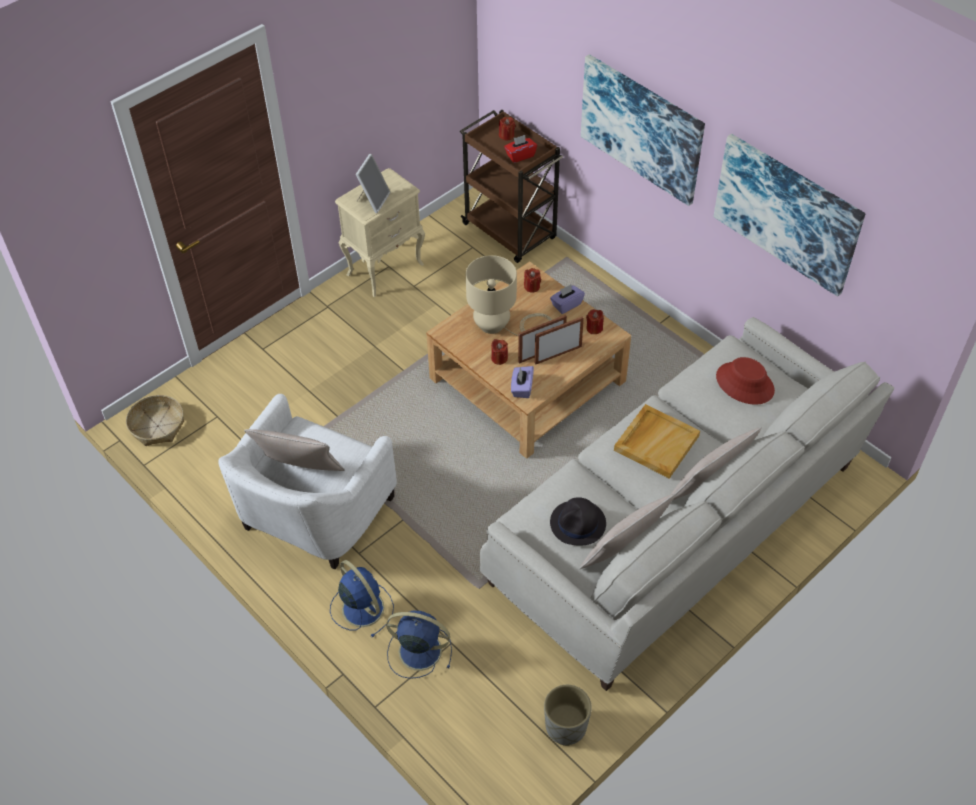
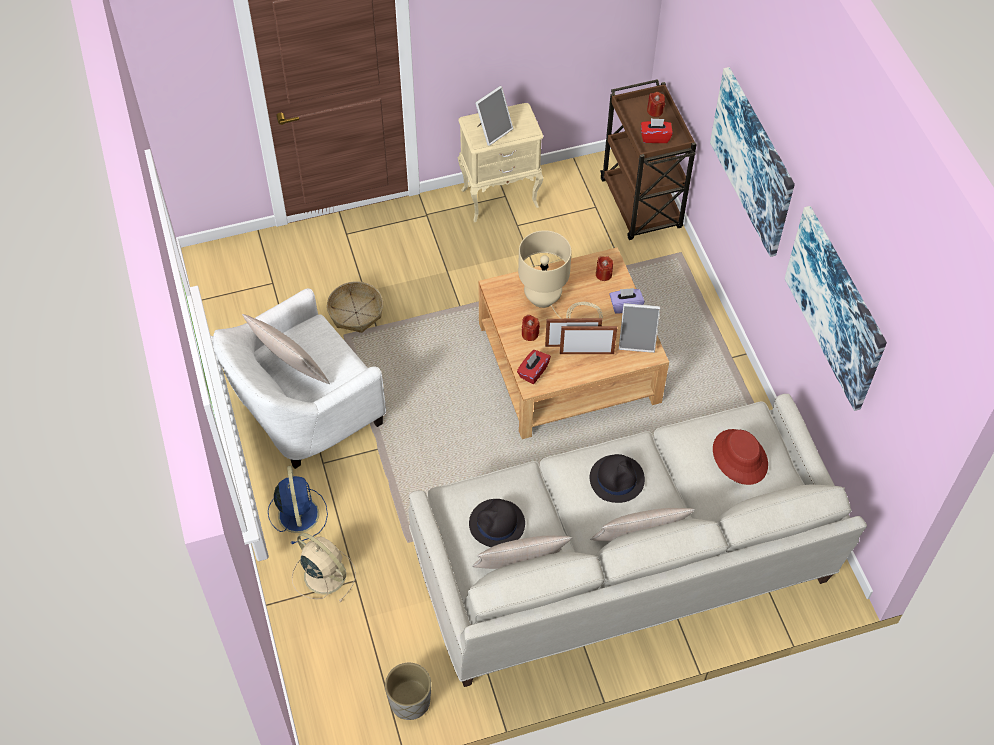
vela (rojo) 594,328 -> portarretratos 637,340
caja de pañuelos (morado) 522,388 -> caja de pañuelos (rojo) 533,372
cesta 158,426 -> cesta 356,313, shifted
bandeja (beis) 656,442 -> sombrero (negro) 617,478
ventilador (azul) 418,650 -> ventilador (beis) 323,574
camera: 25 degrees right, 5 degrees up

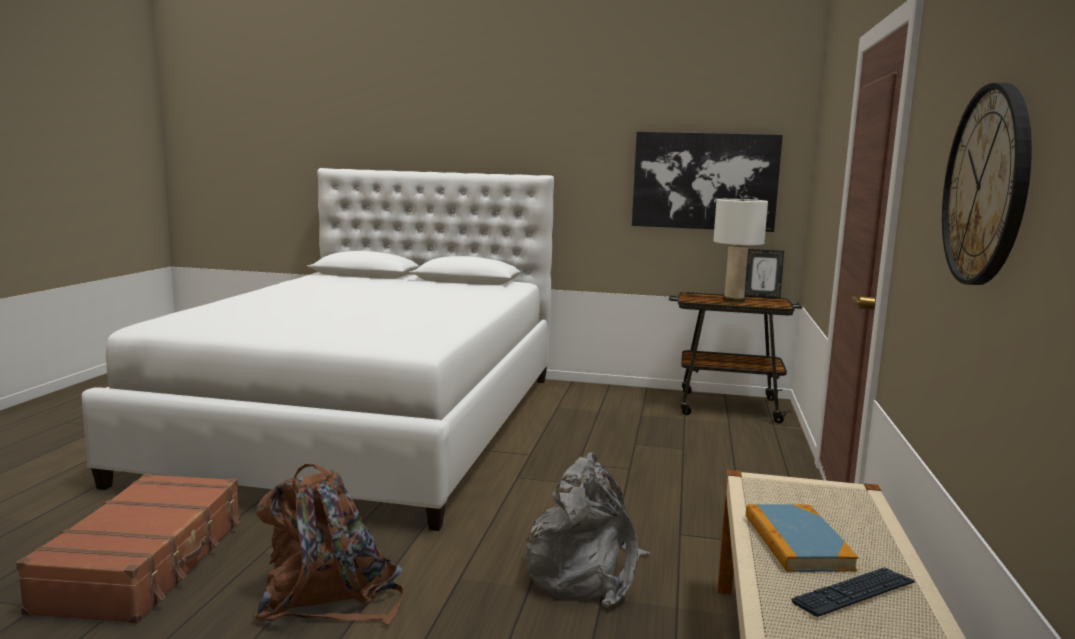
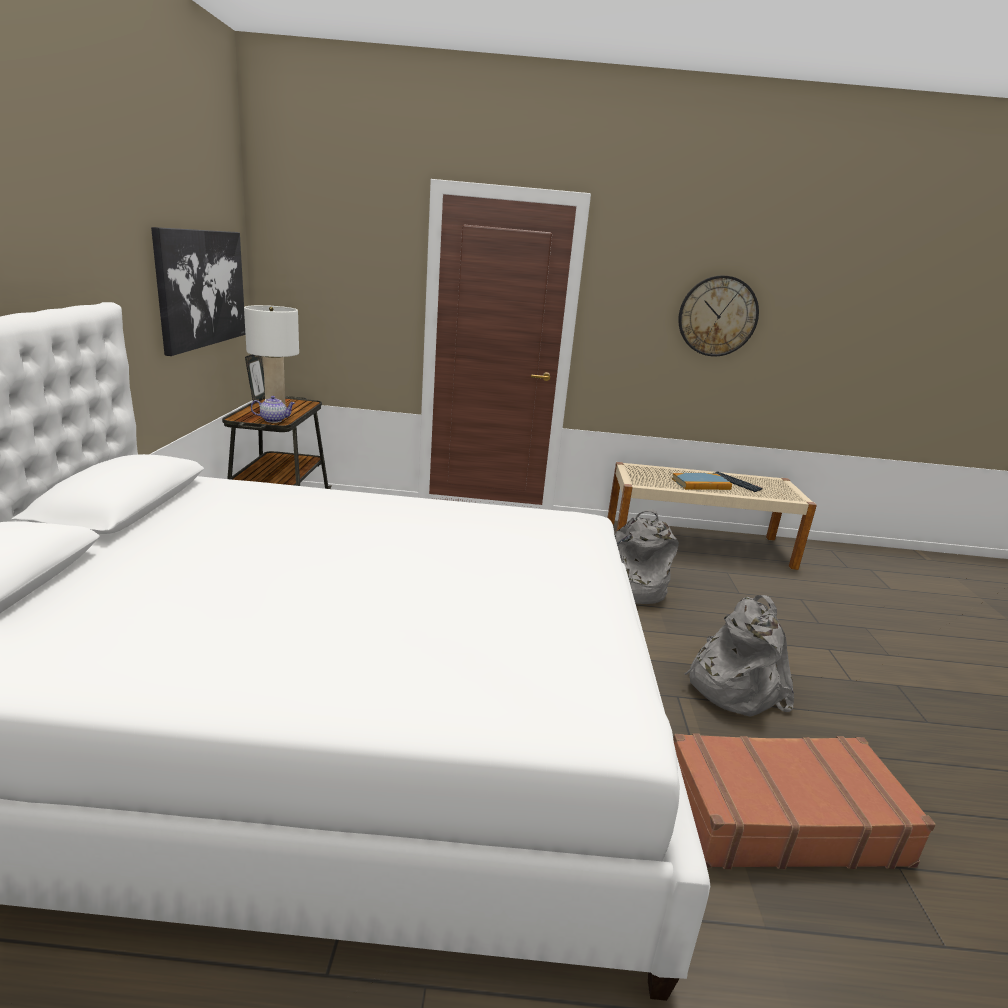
mochila (marrón) 329,596 -> mochila (gris) 732,685
none -> tetera 274,420
camera: 100 degrees left, 10 degrees up

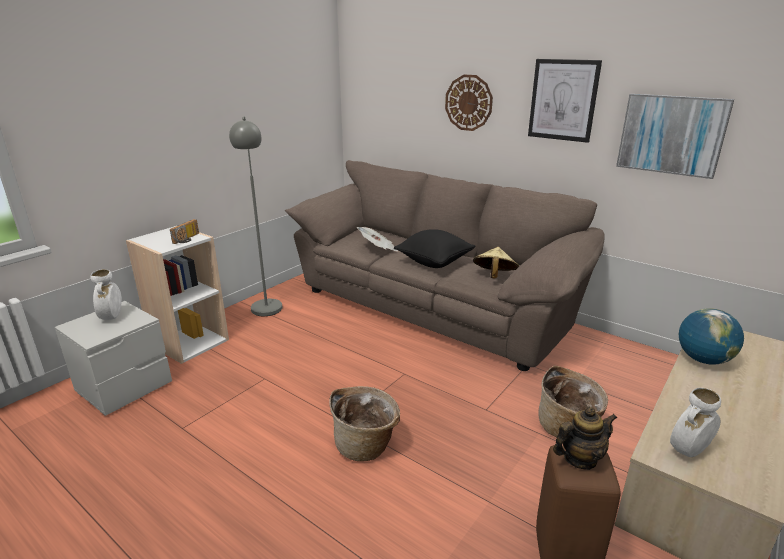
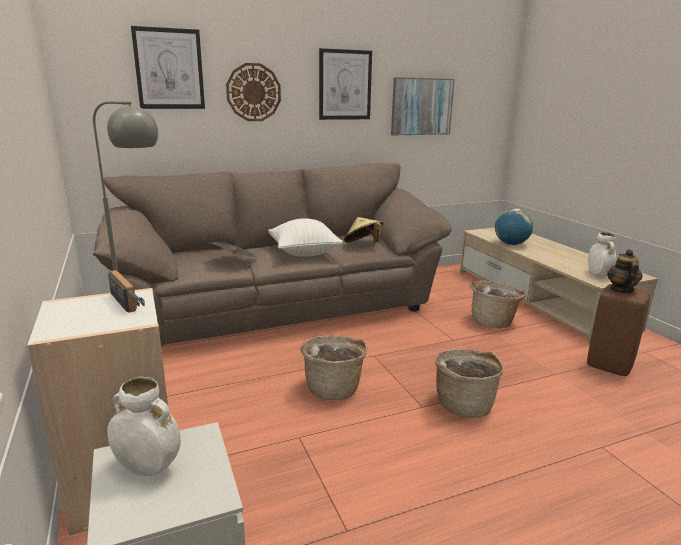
cojín (negro) 434,262 -> cojín (blanco) 304,253
none -> cuadro 169,69
none -> cesta 334,388
camera: 60 degrees left, 5 degrees down

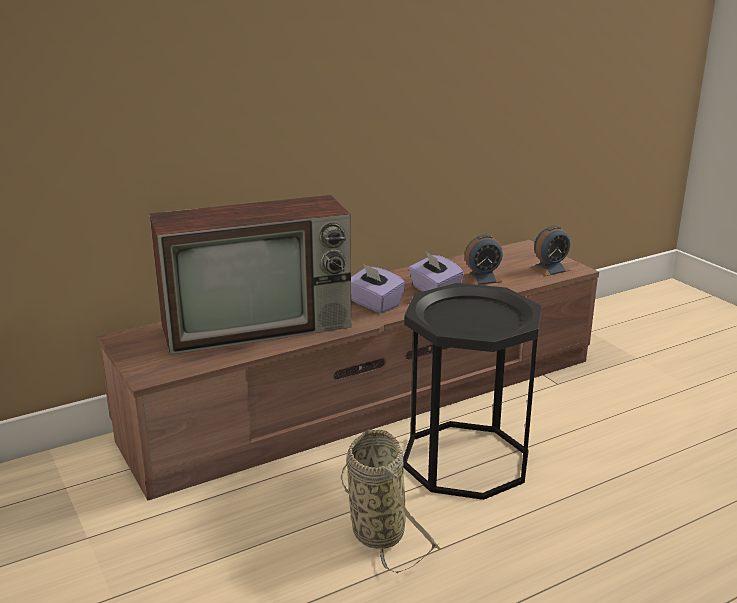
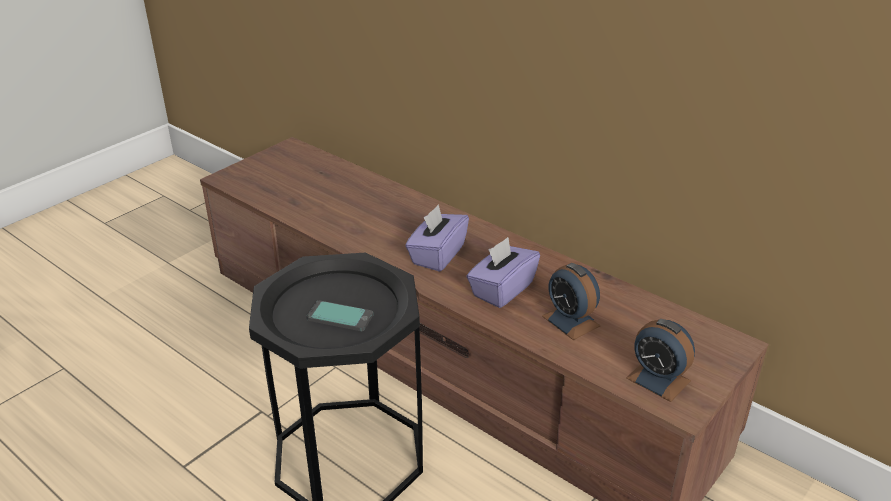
televisor 260,326 -> none
cesta 376,529 -> none
none -> móvil 340,317
camera: 70 degrees right, 10 degrees up

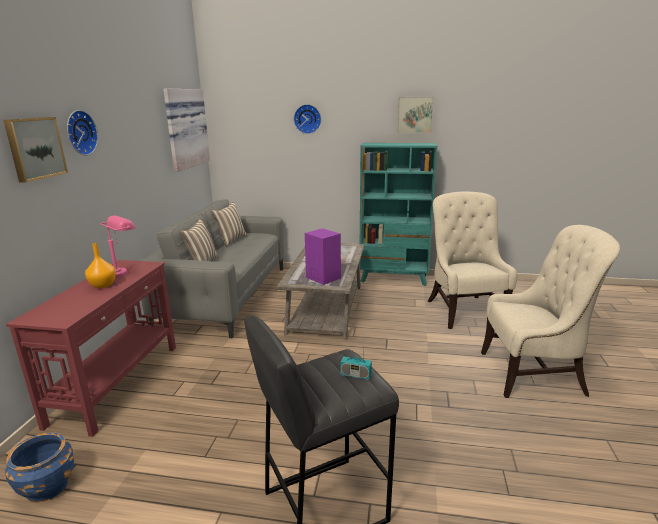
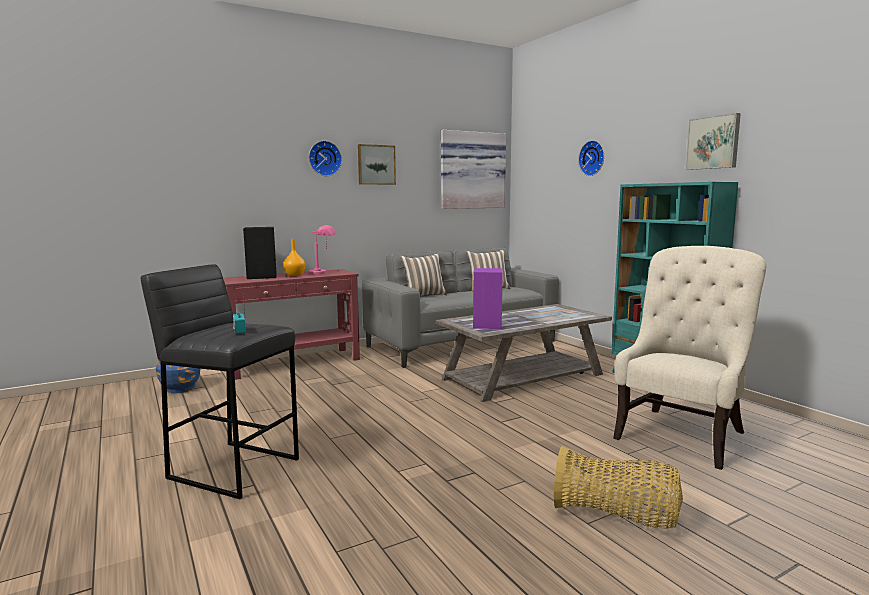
cuadro 35,148 -> cuadro 376,165, shifted
sillón (beis) 533,373 -> cesta 616,516
none -> altavoz (negro) 263,276
camera: 50 degrees right, 10 degrees down

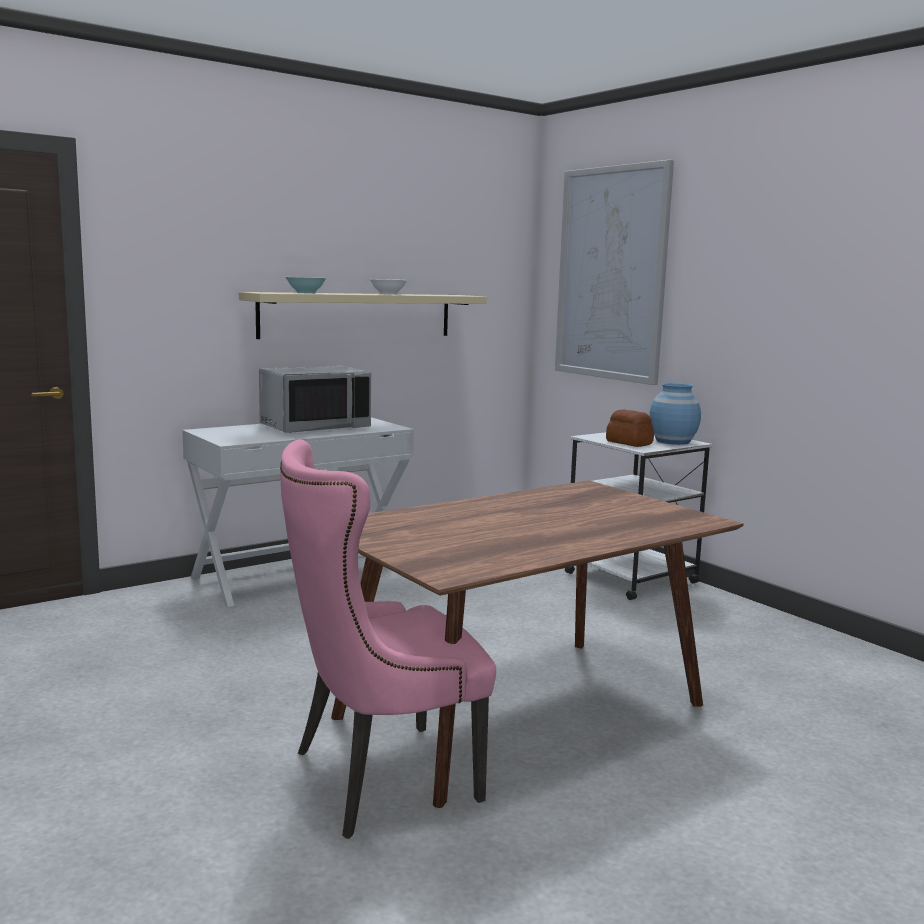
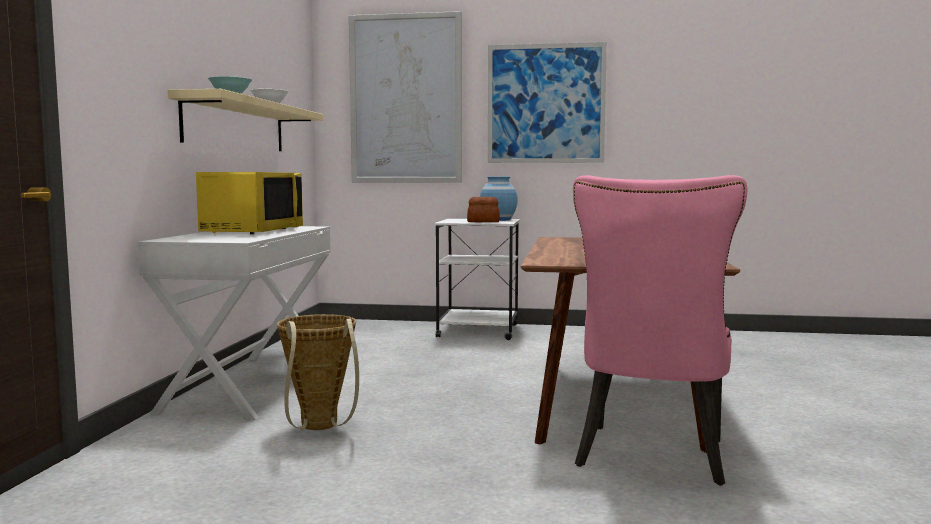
microondas (gris) 314,427 -> microondas (amarillo) 251,231
none -> cuadro 546,103
none -> cesta 319,428
camera: 45 degrees left, 5 degrees down

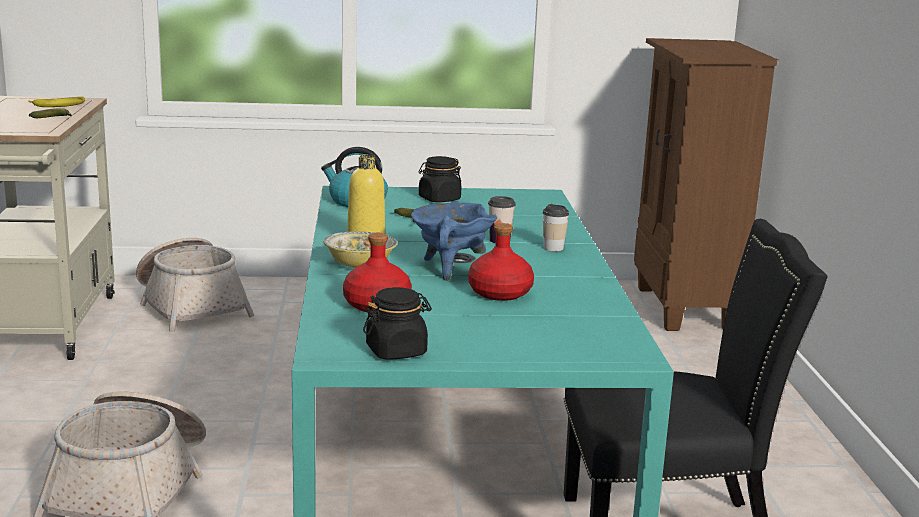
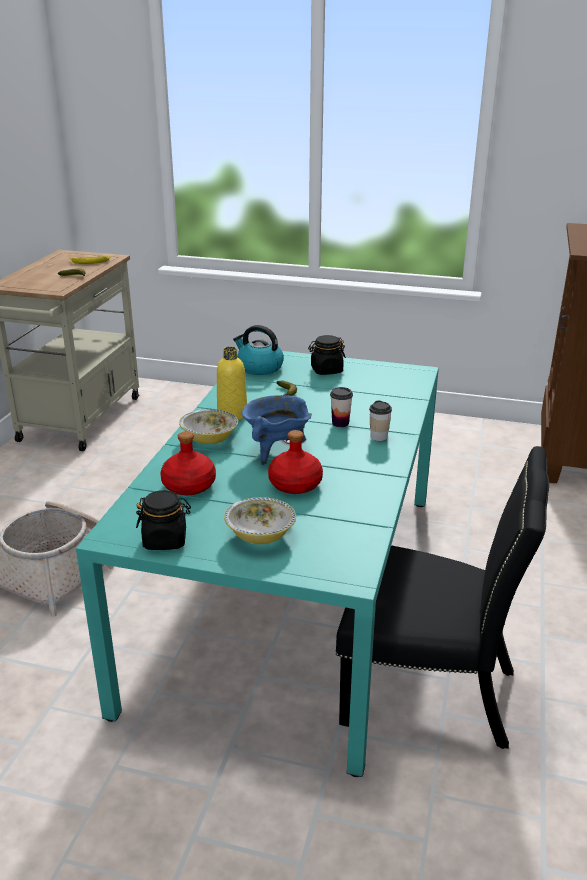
cesta 191,306 -> none
none -> cuenco 260,535
camera: 20 degrees right, 10 degrees up

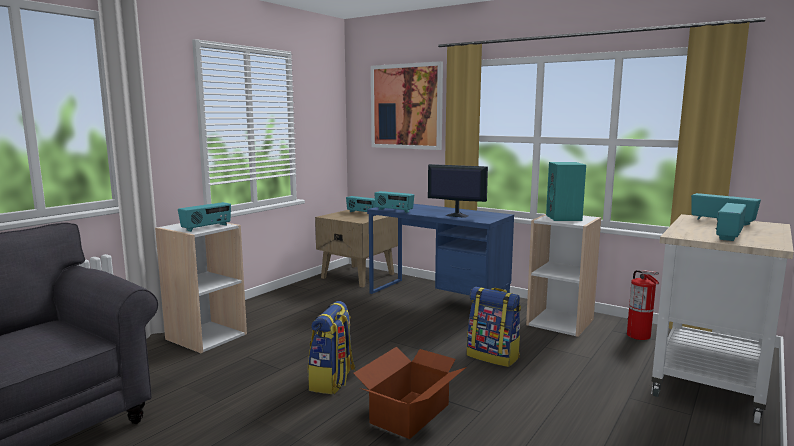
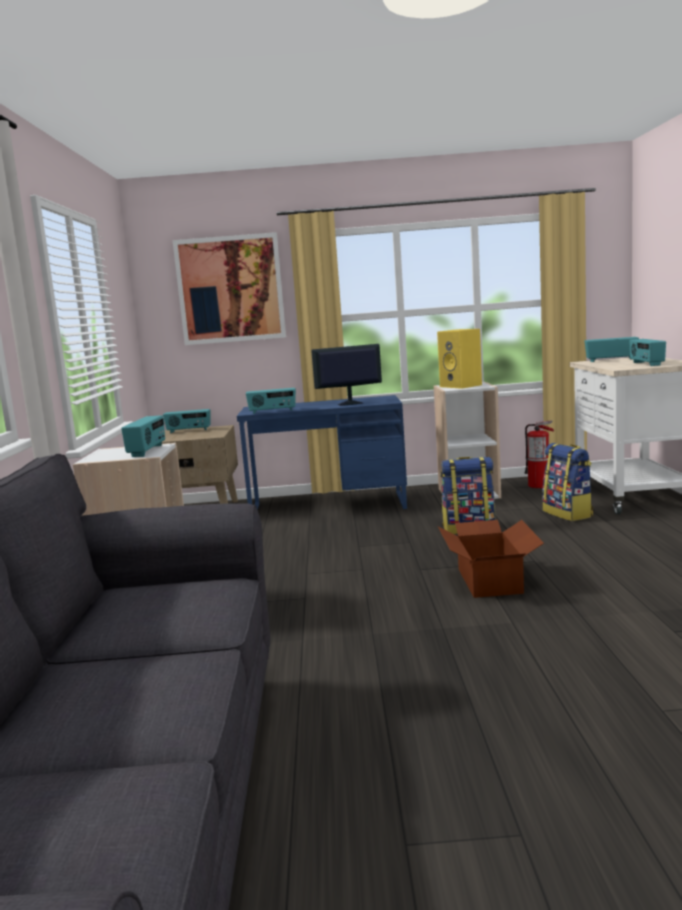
altavoz (turquesa) 564,218 -> altavoz (amarillo) 462,386
mochila 332,381 -> mochila 568,514, shifted
camera: 35 degrees left, 0 degrees up

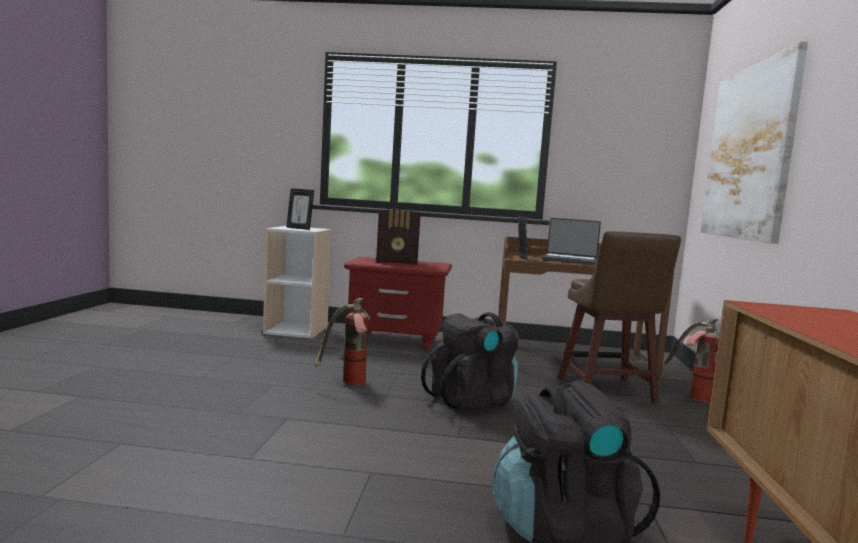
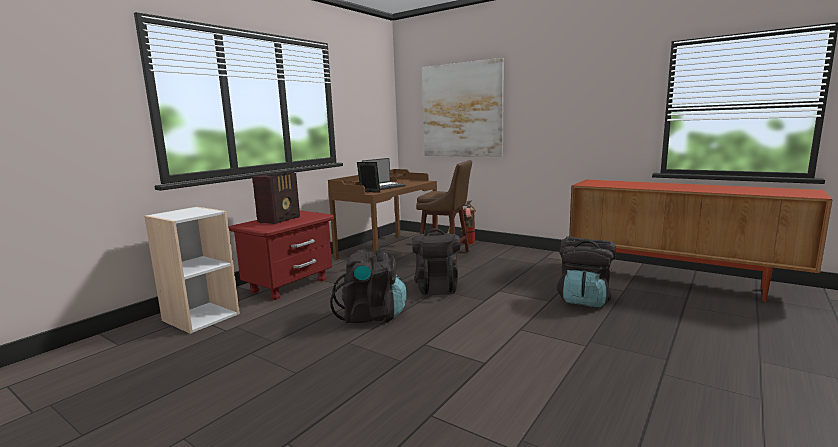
portarretratos 299,228 -> none
extintor 347,383 -> mochila (negro) 372,316
camera: 60 degrees left, 5 degrees up

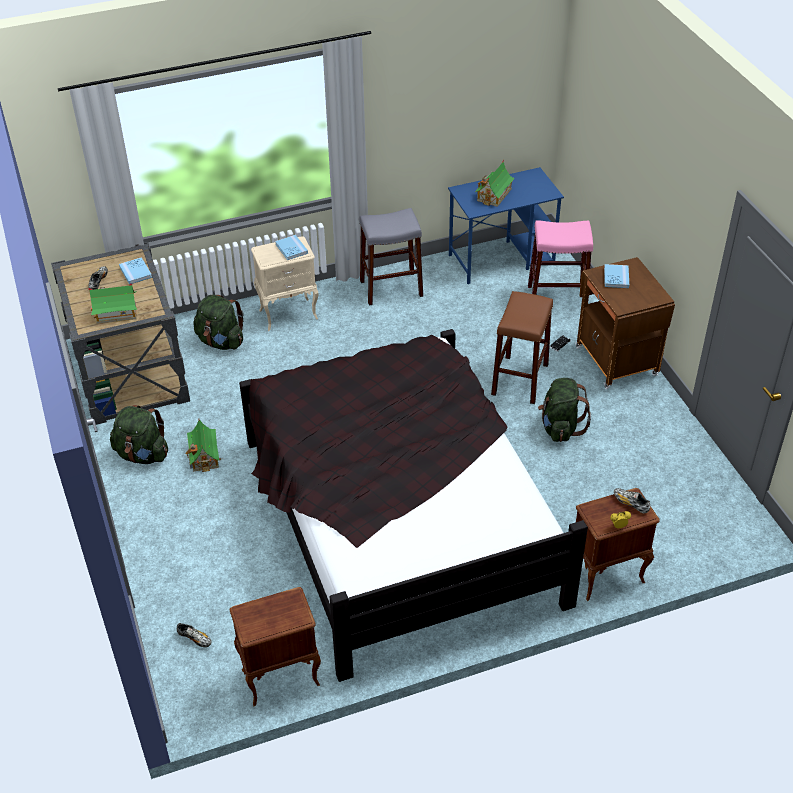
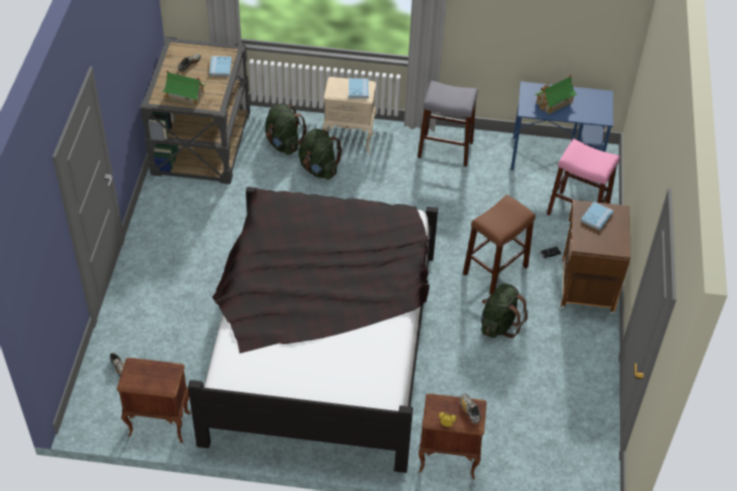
mochila (verde) 143,454 -> mochila (verde) 318,169, shifted
casita 204,455 -> none
camera: 25 degrees right, 5 degrees up

